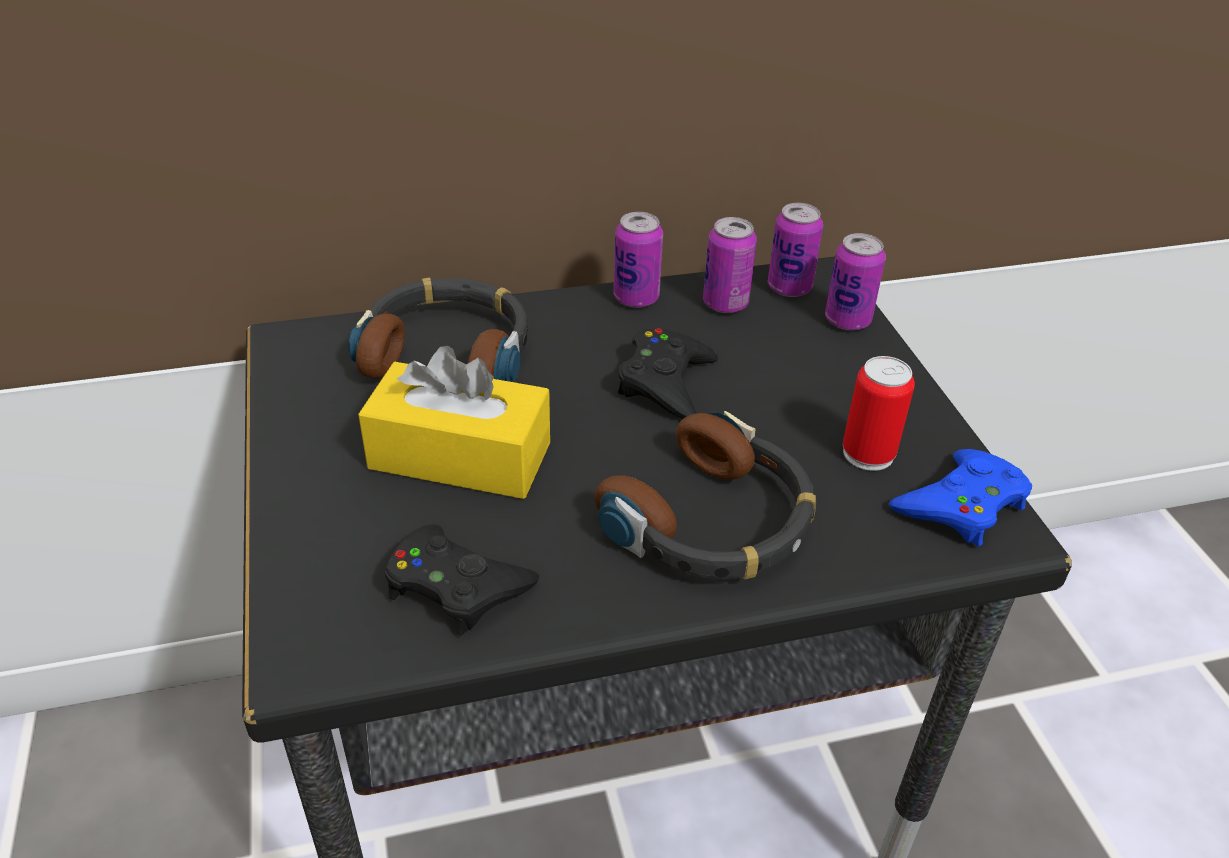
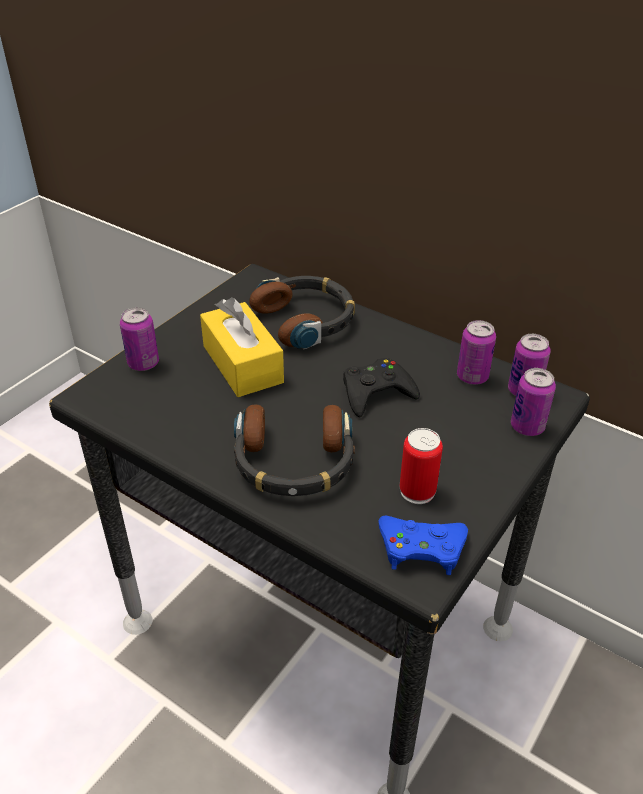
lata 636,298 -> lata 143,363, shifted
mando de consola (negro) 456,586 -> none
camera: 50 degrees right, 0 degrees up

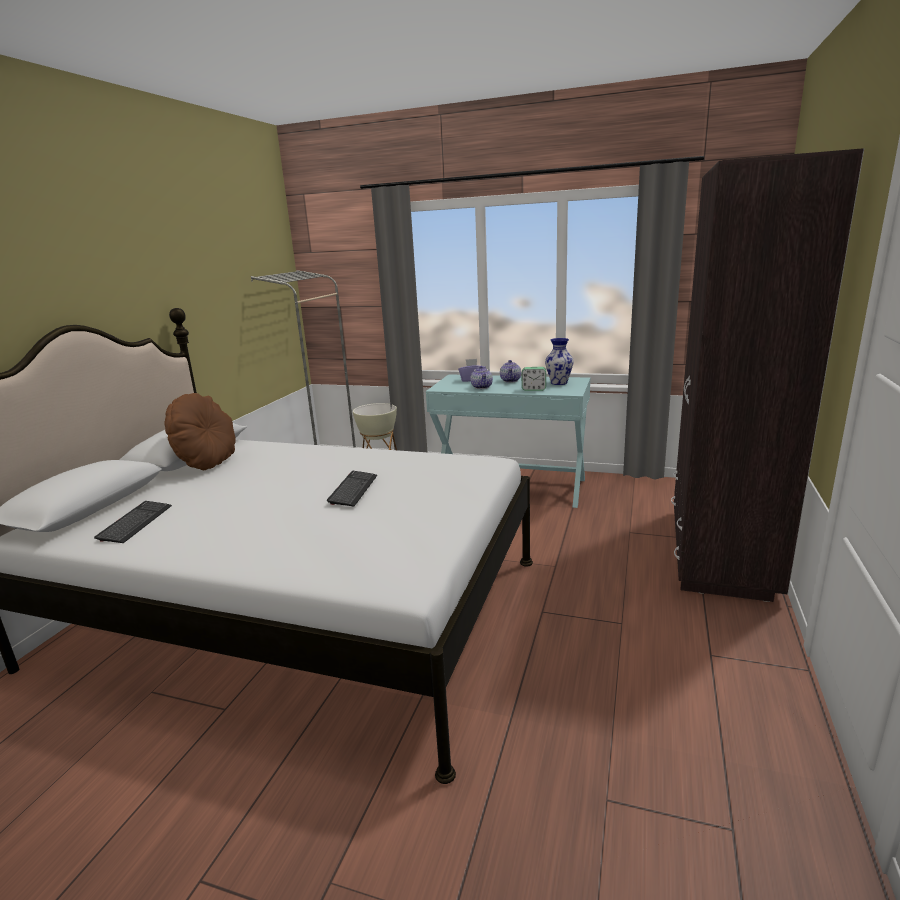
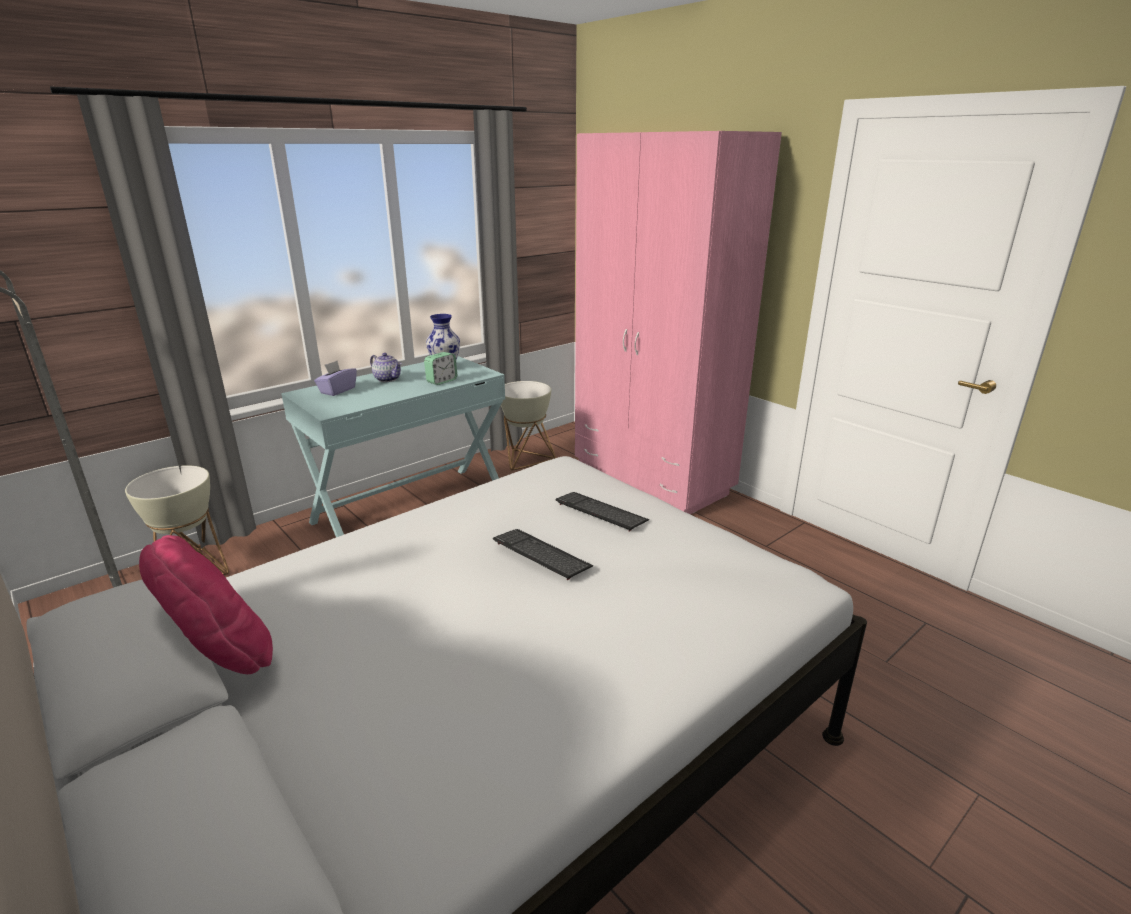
armario ropero (marrón) 720,552 -> armario ropero (rosa) 652,479
tetera 482,387 -> none
cojín (marrón) 208,464 -> cojín (rosa) 223,662
teclado 135,523 -> teclado 601,512, shifted
none -> maceta 526,459
camera: 60 degrees left, 5 degrees up

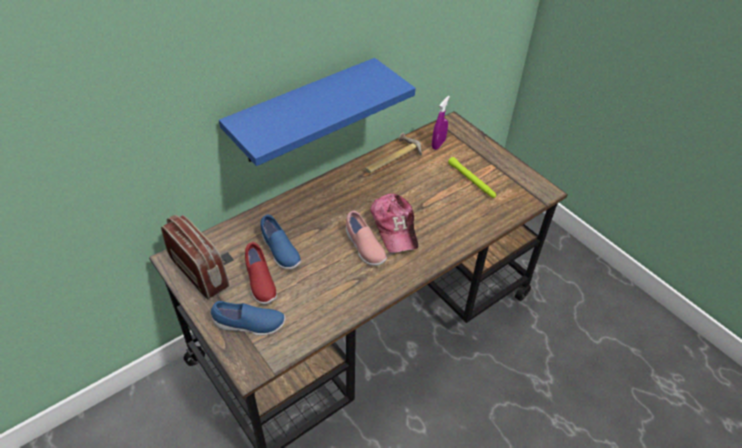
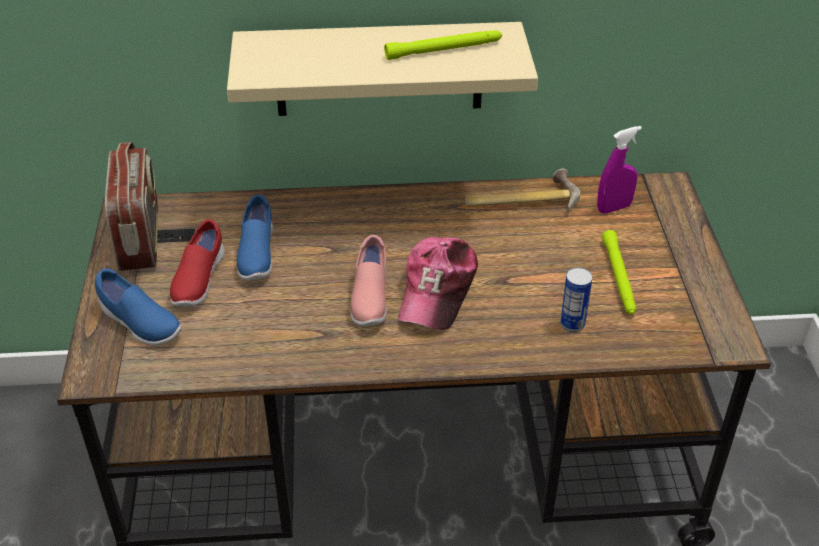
estante (azul) 303,112 -> estante (beis) 379,69
none -> linterna (verde) 444,50
none -> lata 572,324
camera: 35 degrees right, 5 degrees down

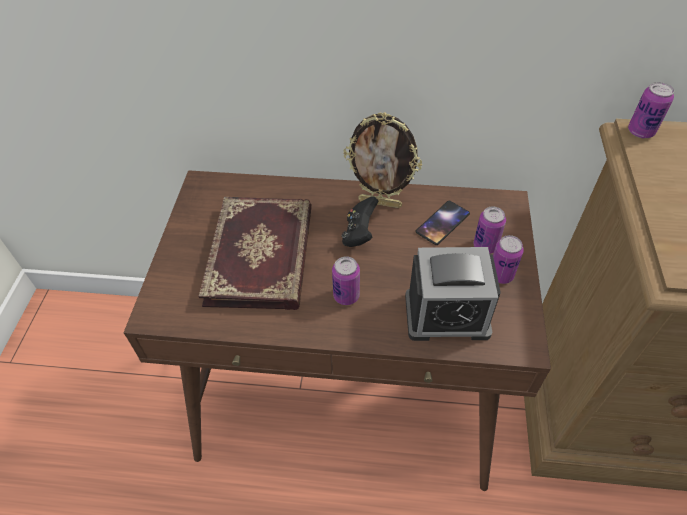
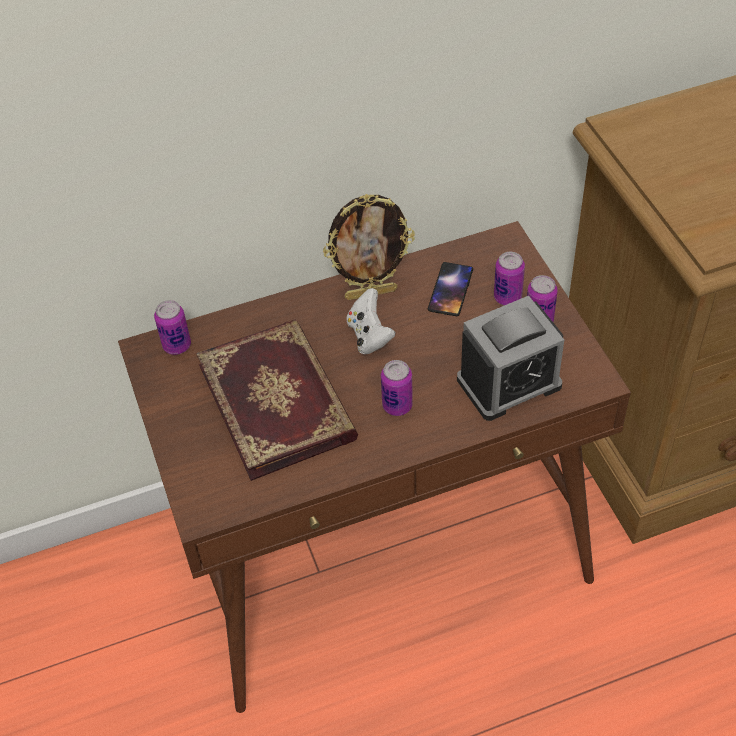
lata 640,132 -> lata 177,345, shifted
mando de consola (negro) 359,233 -> mando de consola (blanco) 369,336
camera: 25 degrees left, 0 degrees up

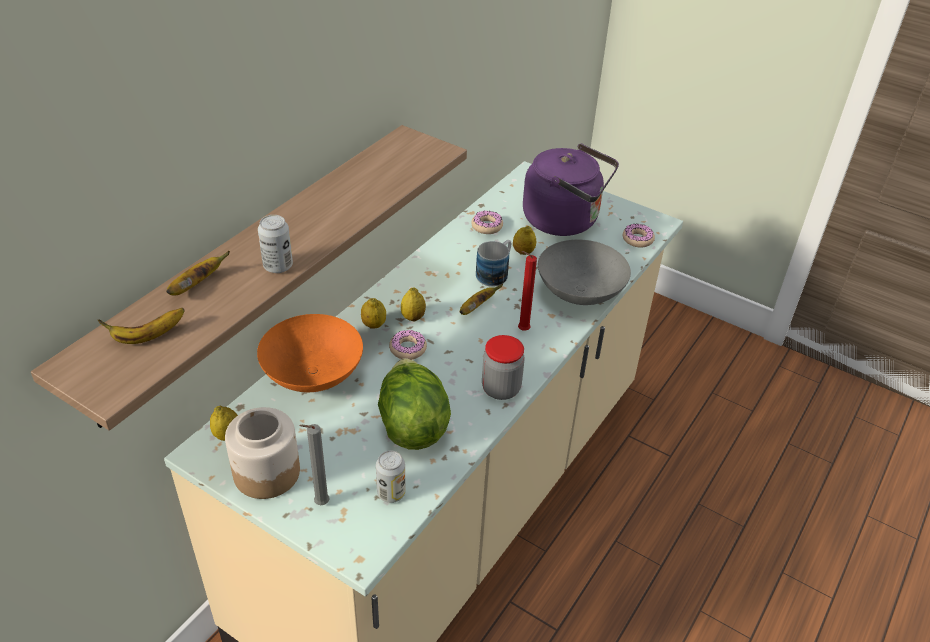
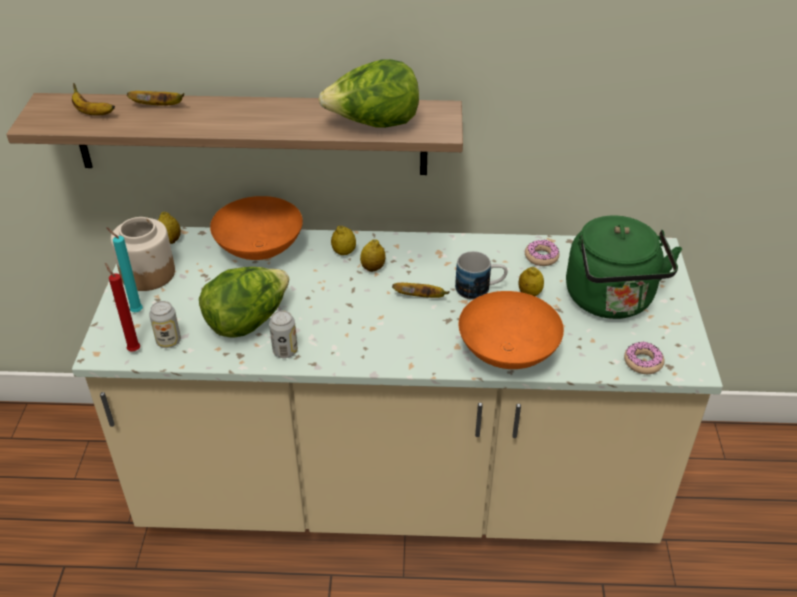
hervidor (morado) 565,220 -> hervidor (verde) 611,301
lata 278,266 -> lata 285,351, shifted
cuenco (gris) 579,295 -> cuenco (naranja) 506,353
vela (rojo) 521,330 -> vela (rojo) 133,349, shifted
rosquilla 408,349 -> none
tarro 501,389 -> none
vela (gris) 319,504 -> vela (turquesa) 135,311
none -> lechuga 373,124
camera: 60 degrees right, 0 degrees up

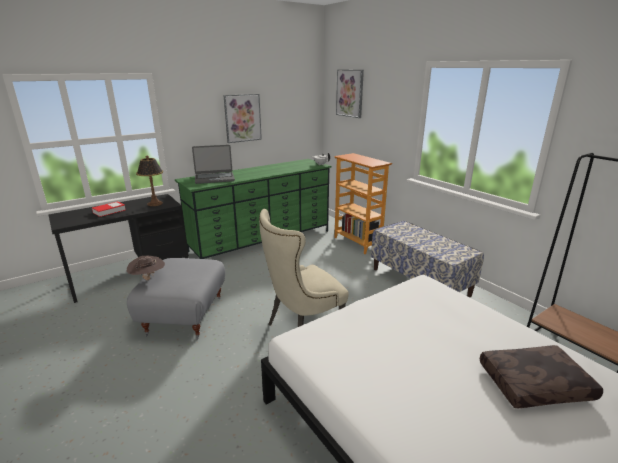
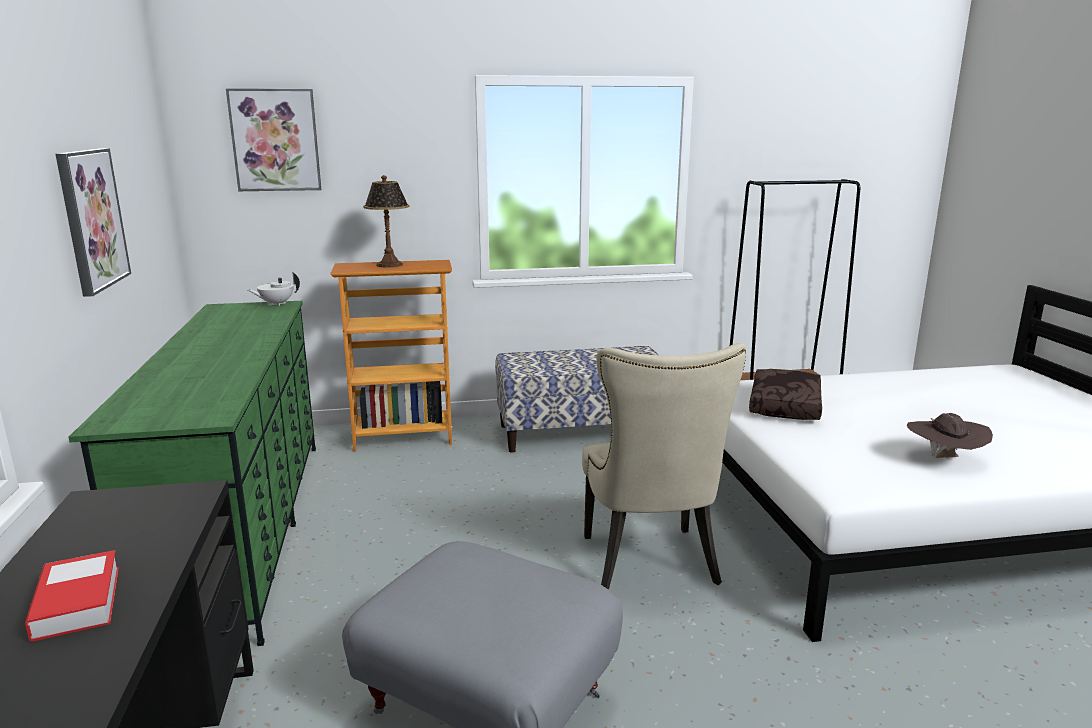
portátil 214,178 -> none
lámpara de mesa 155,203 -> lámpara de mesa 390,264, shifted
sombrero (marrón) 148,279 -> sombrero (marrón) 943,460, shifted
cojín (marrón) 534,385 -> cojín (marrón) 786,406, shifted
camera: 65 degrees left, 5 degrees down

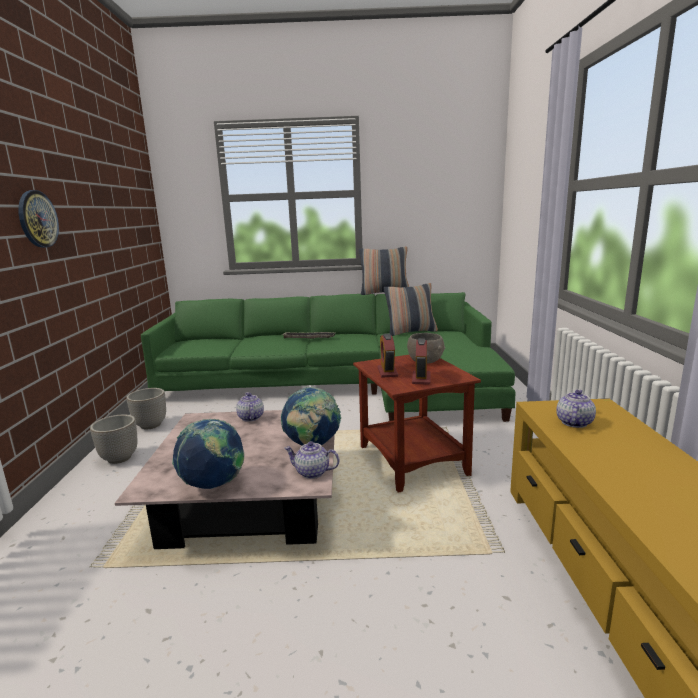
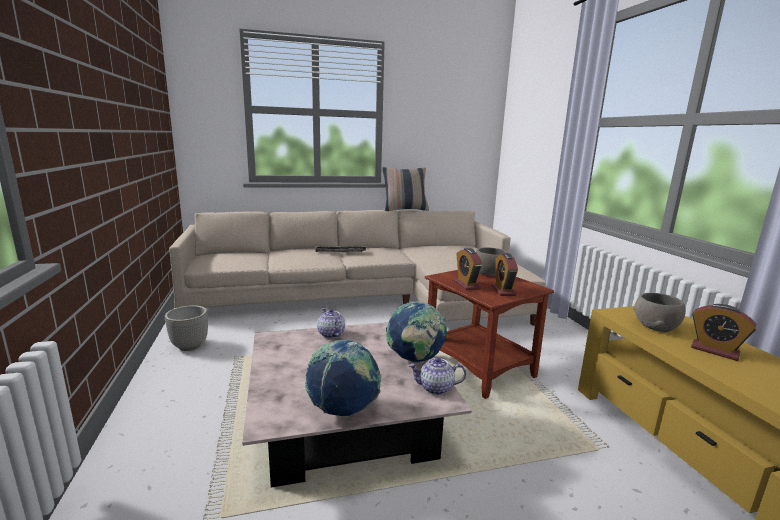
reloj de pared 37,219 -> none
cojín 411,332 -> none
sofá (verde) 340,385 -> sofá (beis) 369,297
tetera 573,422 -> cuenco (gris) 654,326
maceta 119,458 -> none
none -> despertador 714,350
camera: 15 degrees left, 0 degrees up

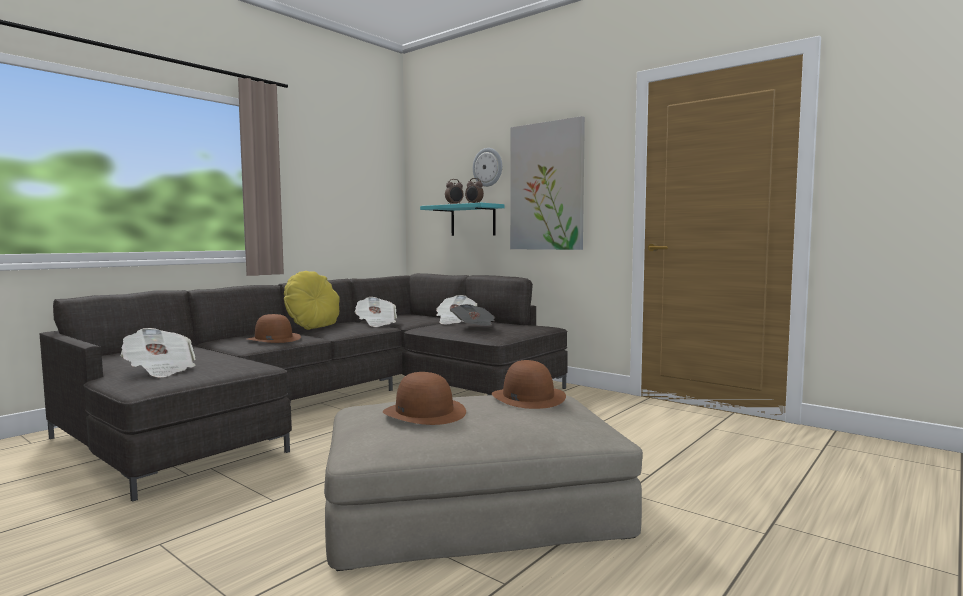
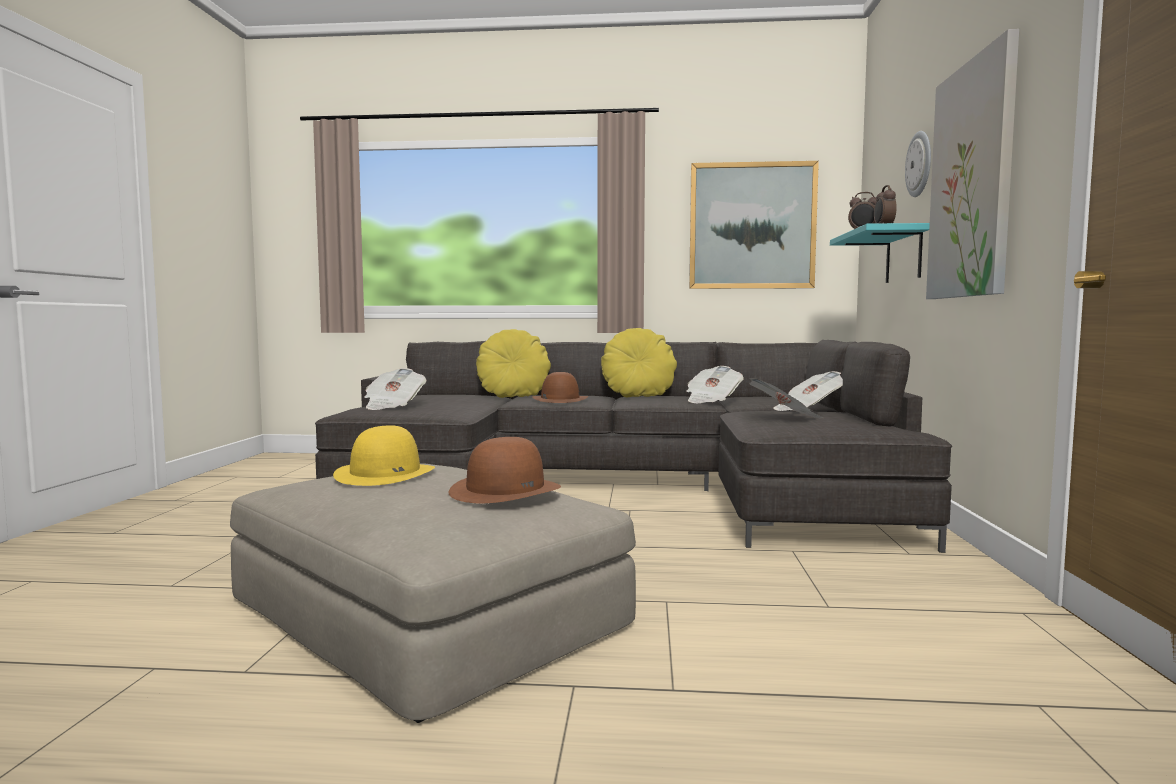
sombrero (marrón) 424,412 -> sombrero (amarillo) 385,474
none -> cuadro 752,226
none -> cojín (amarillo) 513,397
camera: 55 degrees right, 0 degrees up

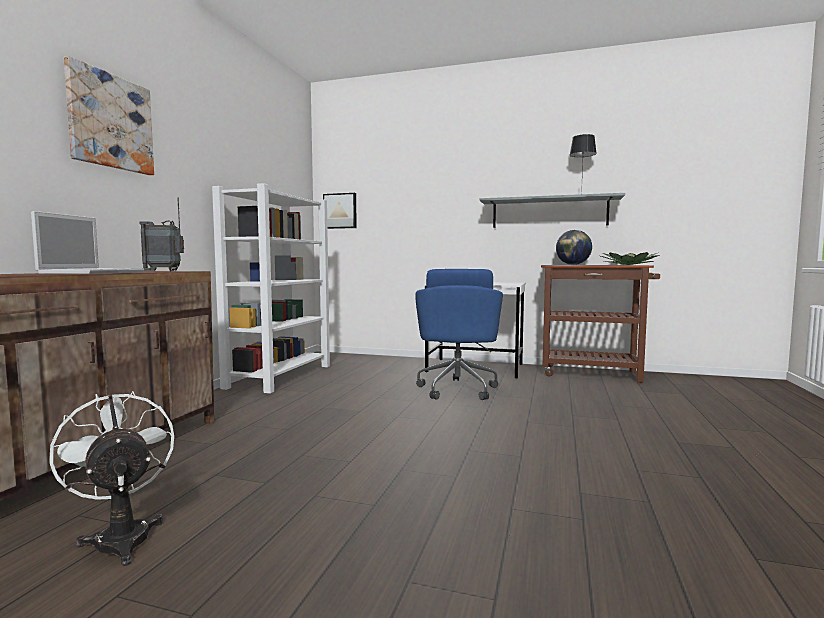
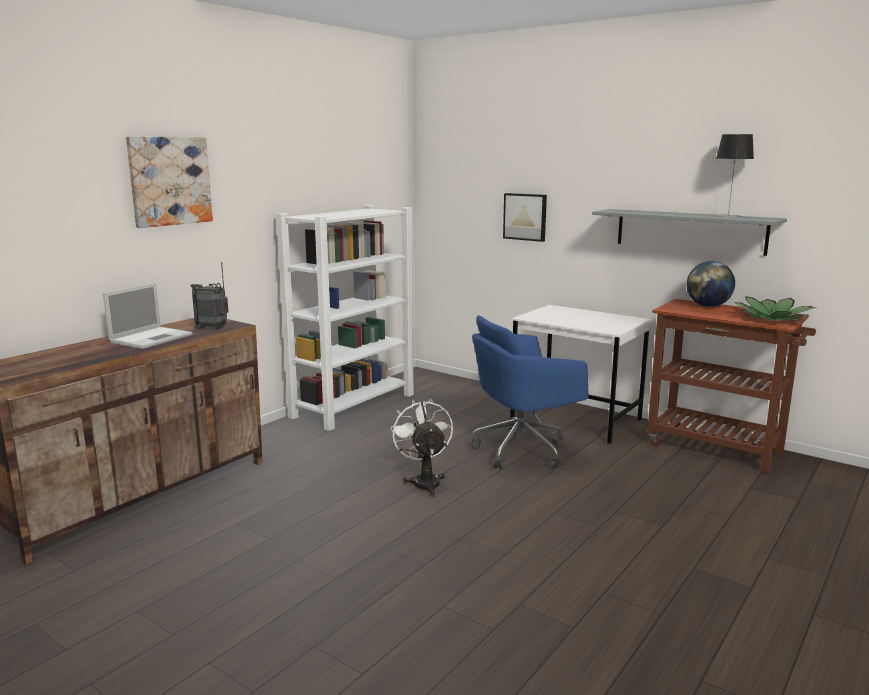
cuadro 340,211 -> cuadro 525,216, shifted
silla de oficina (azul) 457,388 -> silla de oficina (azul) 524,451, 45 degrees clockwise
ventilador (blanco) 122,536 -> ventilador (blanco) 424,481, shifted
camera: 20 degrees right, 10 degrees up

